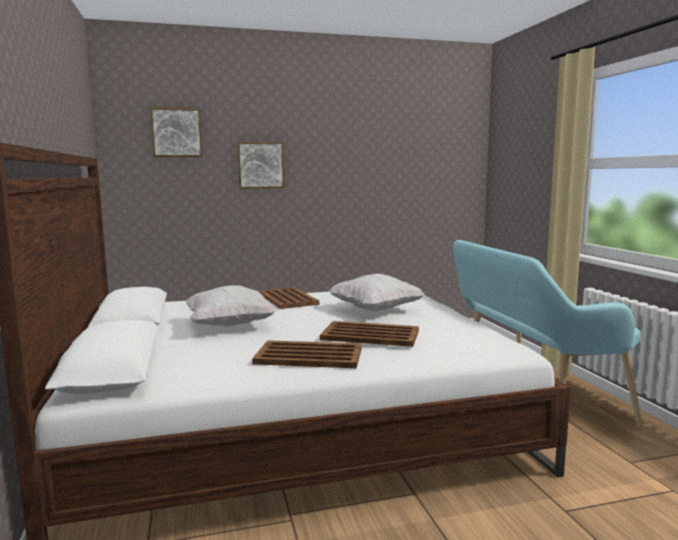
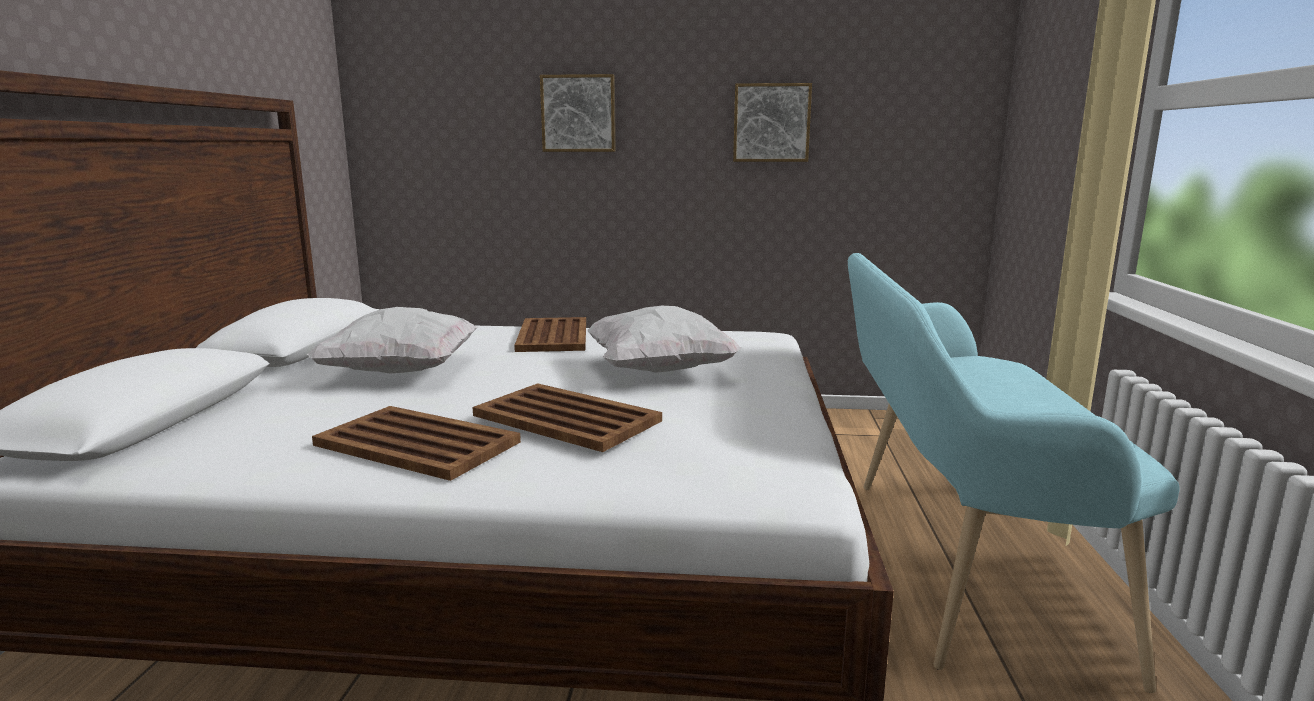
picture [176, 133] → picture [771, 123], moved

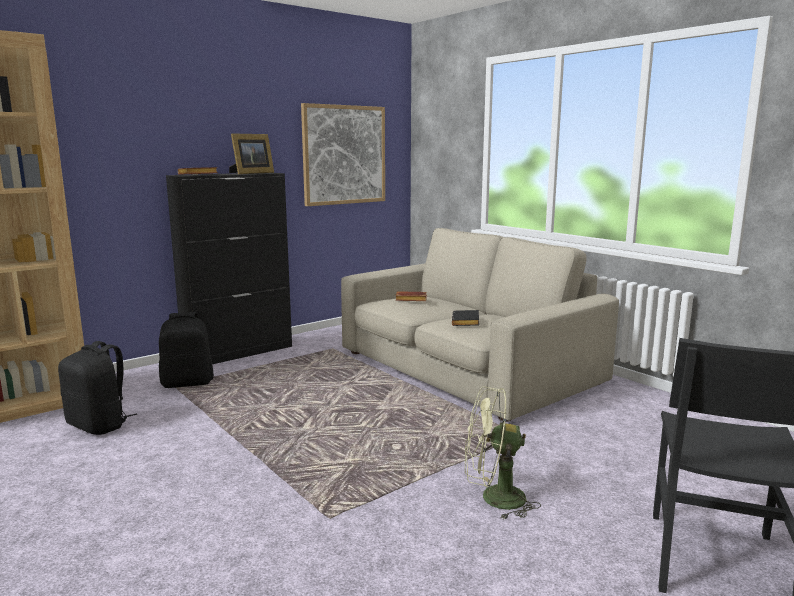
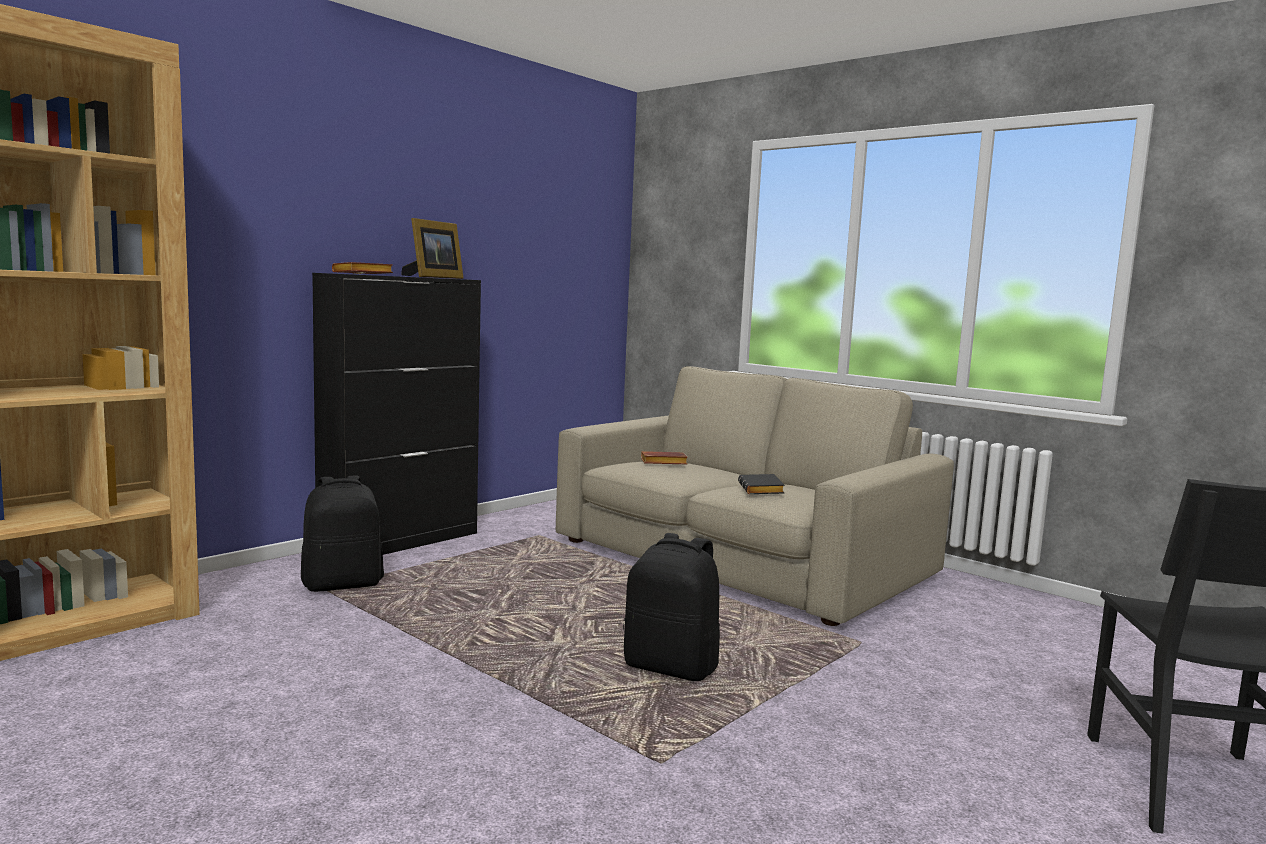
backpack in black [99, 425] → backpack in black [671, 667], moved
picture [344, 155] → -
fan in green [493, 499] → -

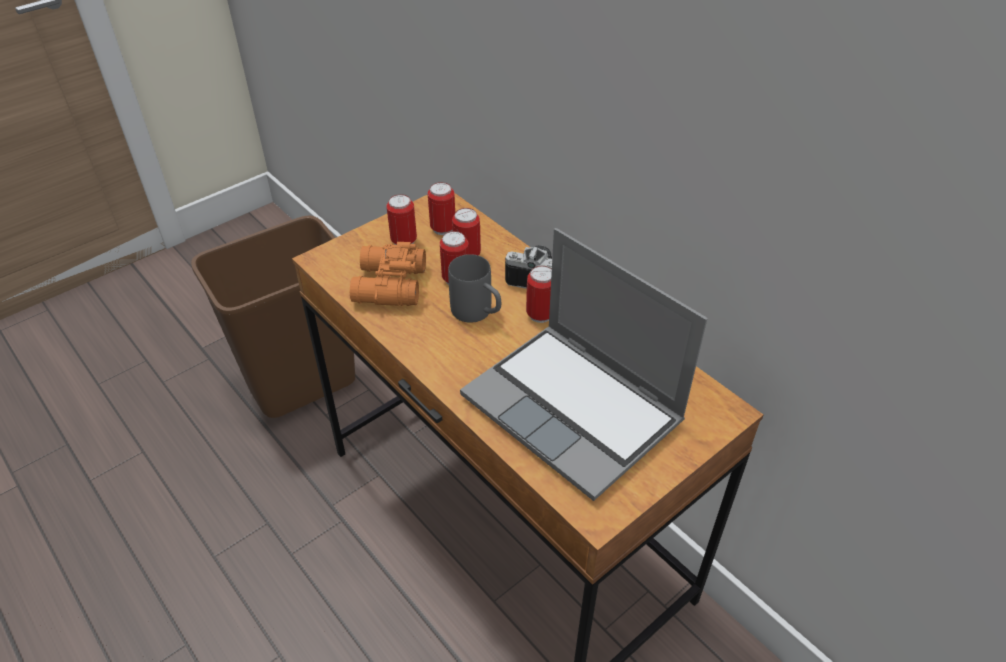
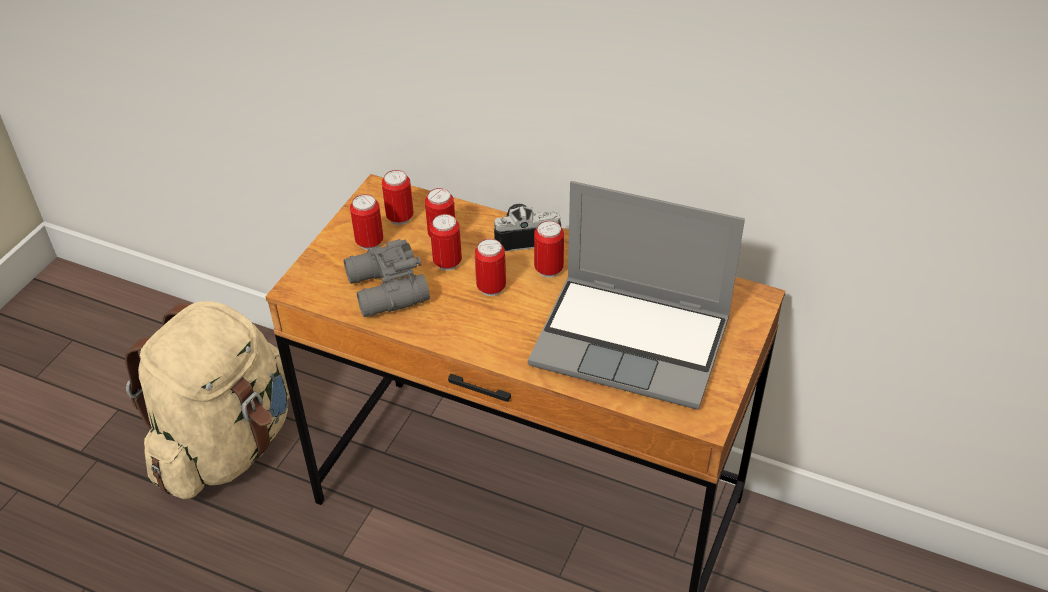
trash can in brown [302, 382] → backpack in beige [228, 444]
binoculars in orange [388, 286] → binoculars in grey [385, 291]
mug in grey [478, 314] → can [491, 288]

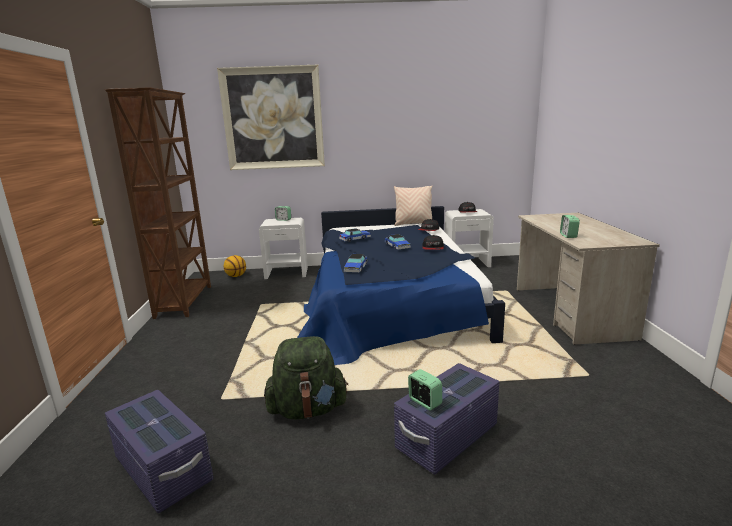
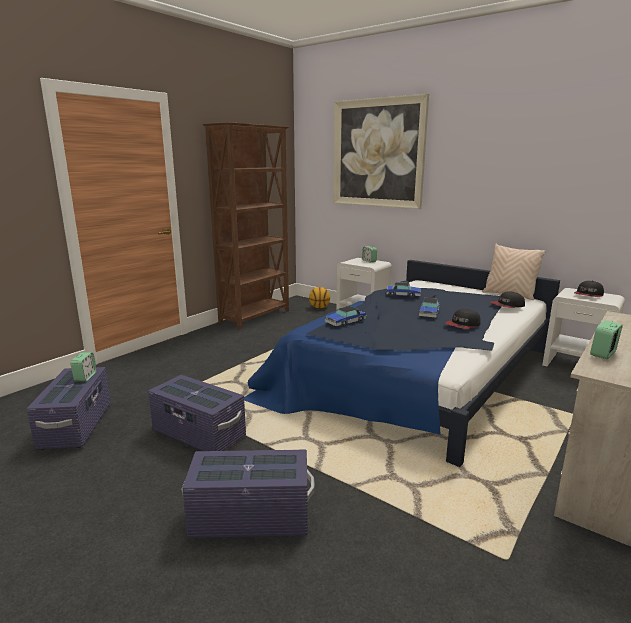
alarm clock [424, 402] → alarm clock [85, 377], moved
backpack in green [308, 410] → storage box in purple [199, 434]

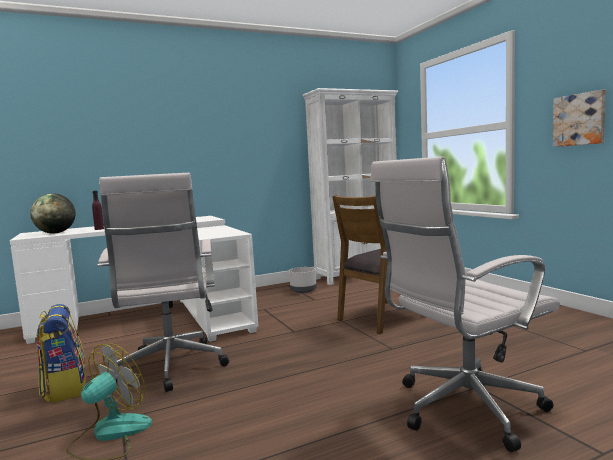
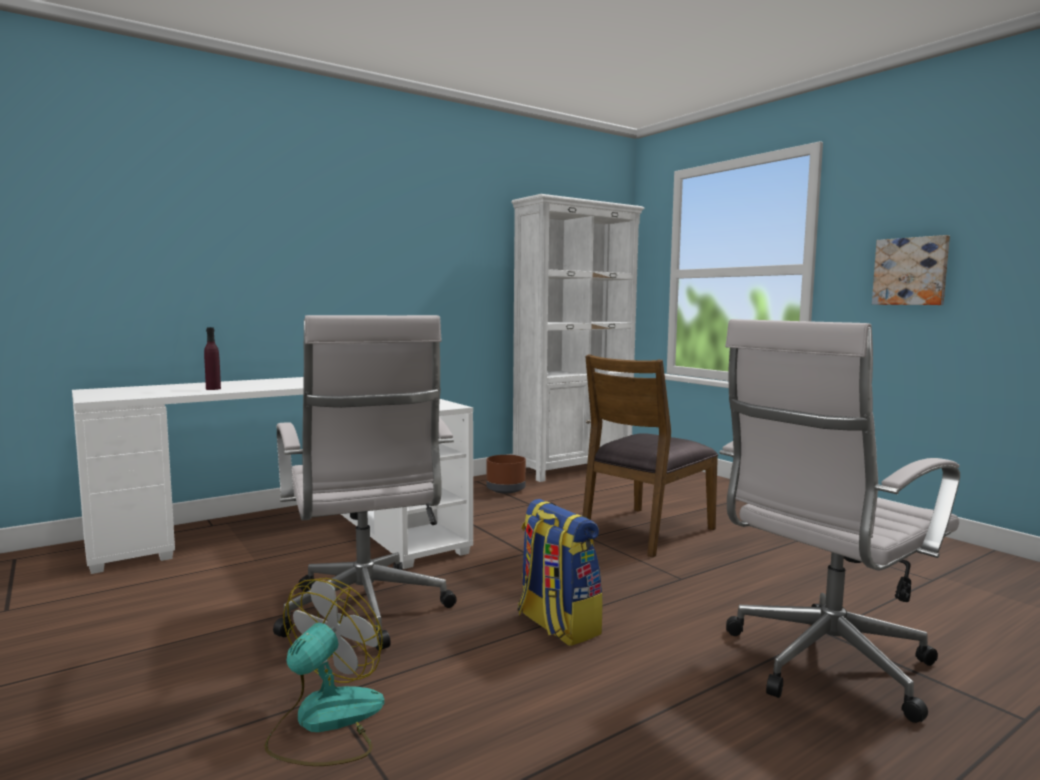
planter in grey [303, 290] → planter in brown [505, 490]
backpack [65, 388] → backpack [556, 625], moved
globe [56, 233] → -

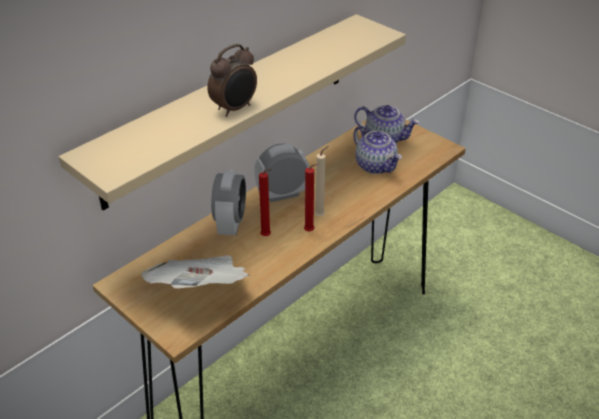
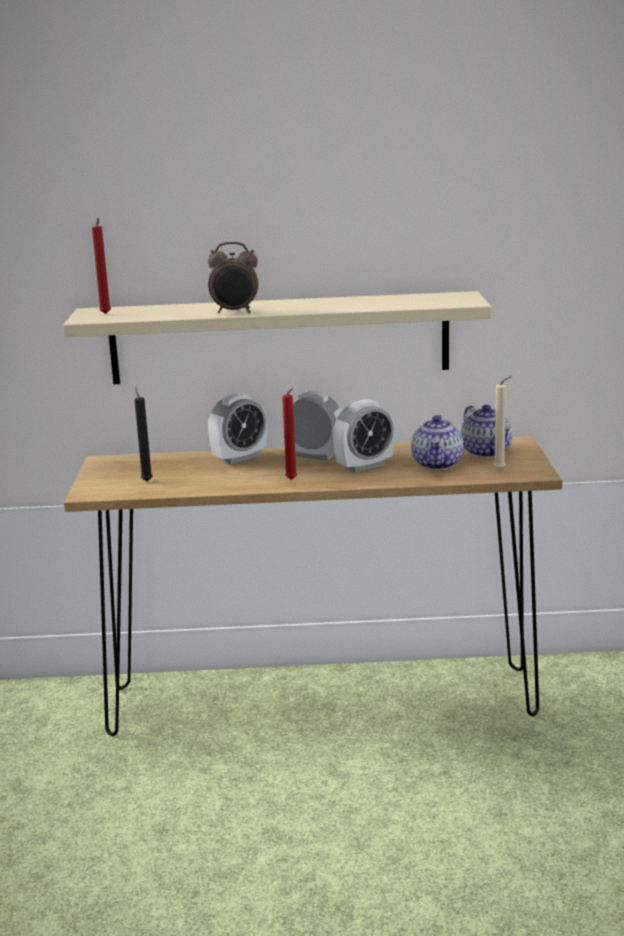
candle in red [267, 236] → candle in red [106, 314], moved
newspaper [201, 290] → candle in black [146, 481]
- → alarm clock [364, 466]
candle in beige [321, 216] → candle in beige [501, 469], moved

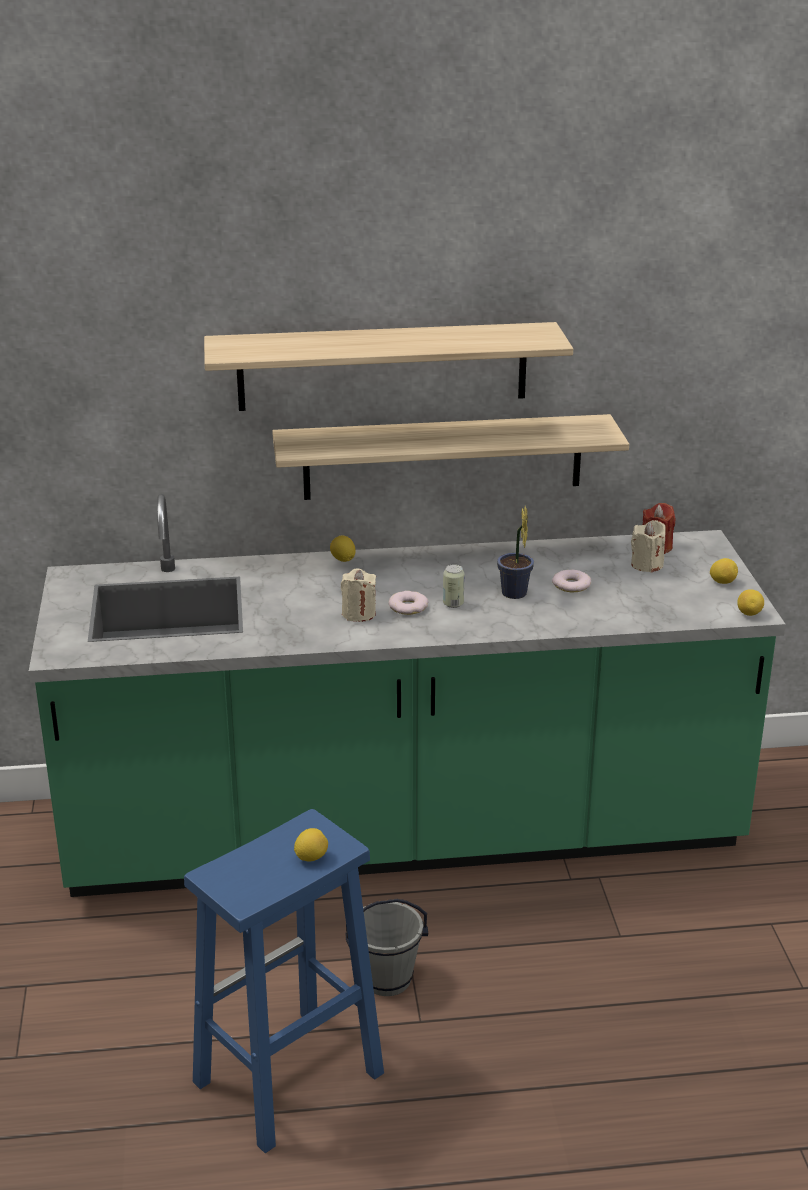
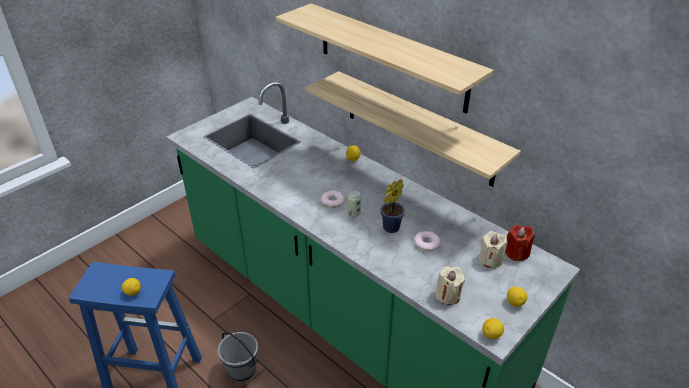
candle in beige [358, 614] → candle in beige [448, 295], moved

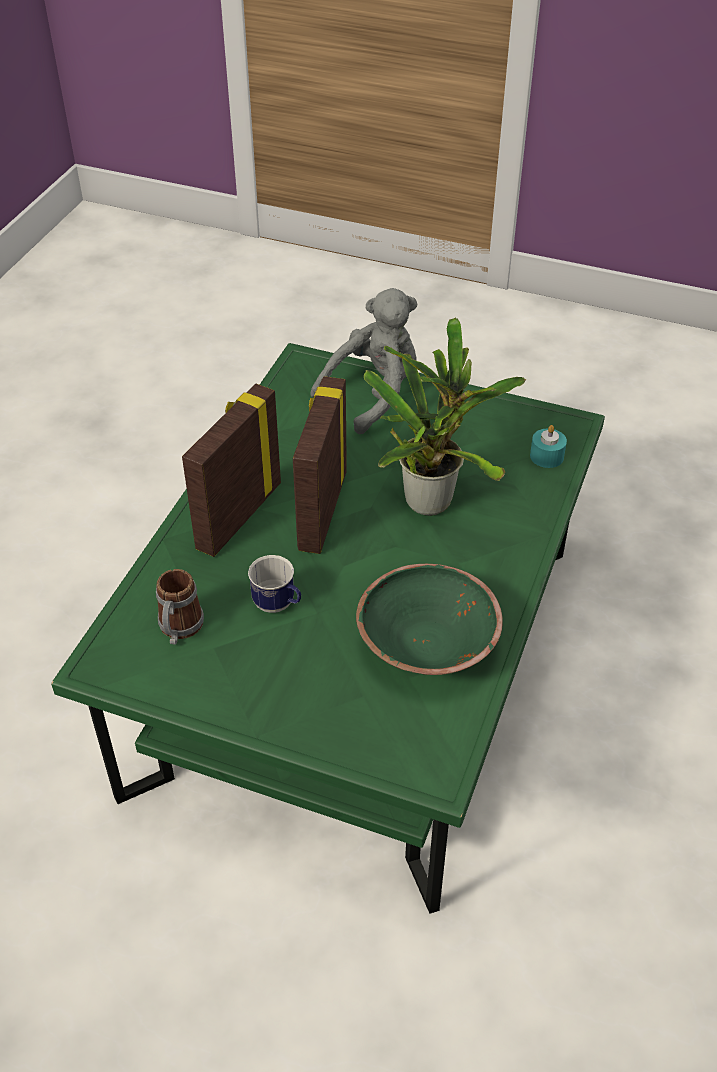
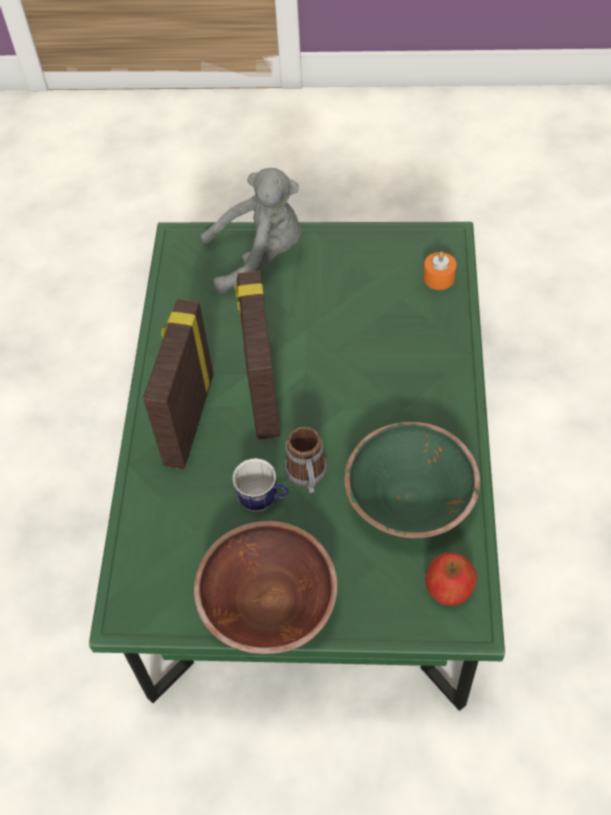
- → bowl in brown [268, 602]
plush toy in grey [373, 394] → plush toy in grey [260, 256], 45 degrees clockwise
mug [179, 630] → mug [308, 477], moved
candle in turquoise [546, 456] → candle in orange [438, 278]
- → apple [449, 587]
potted plant [431, 498] → -

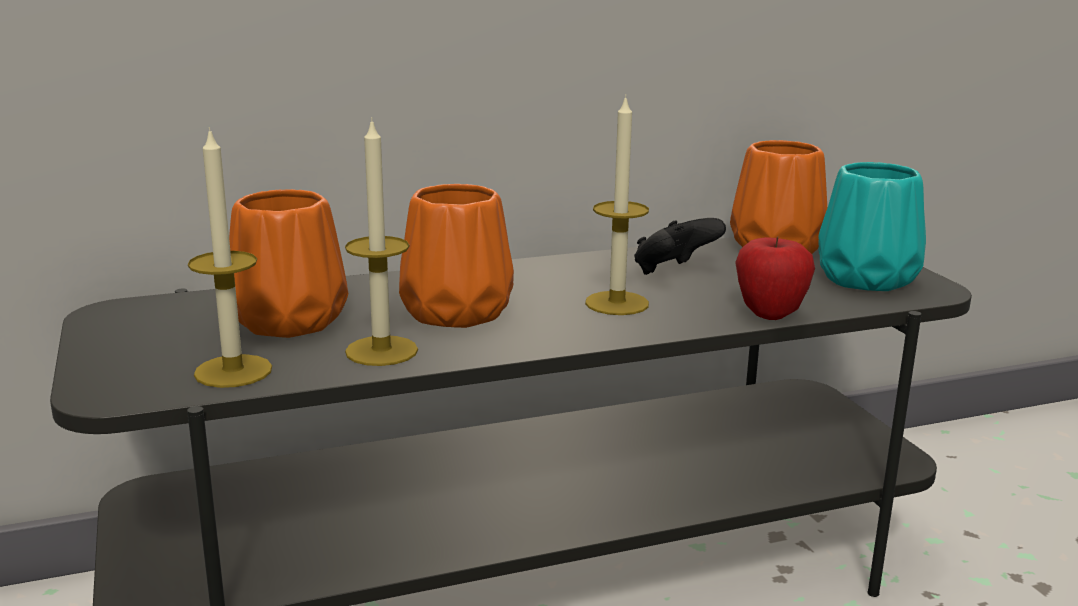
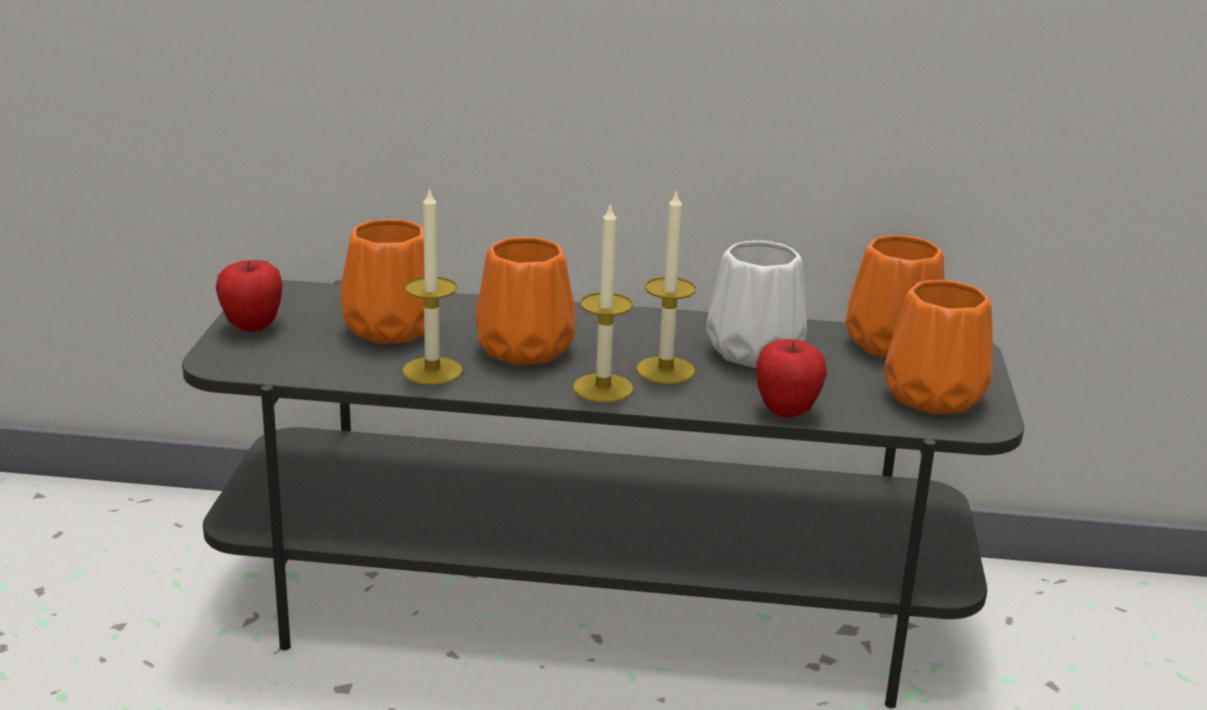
- → apple [252, 326]
candle [233, 371] → candle [603, 388], moved
game controller in black [673, 272] → vase in white [755, 350]
vase in turquoise [866, 279] → vase in orange [932, 397]

